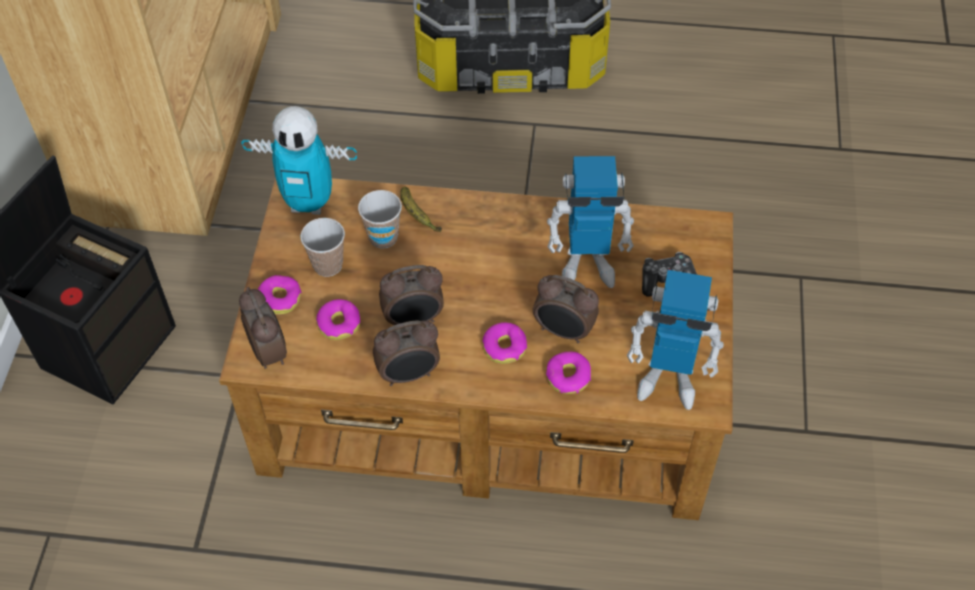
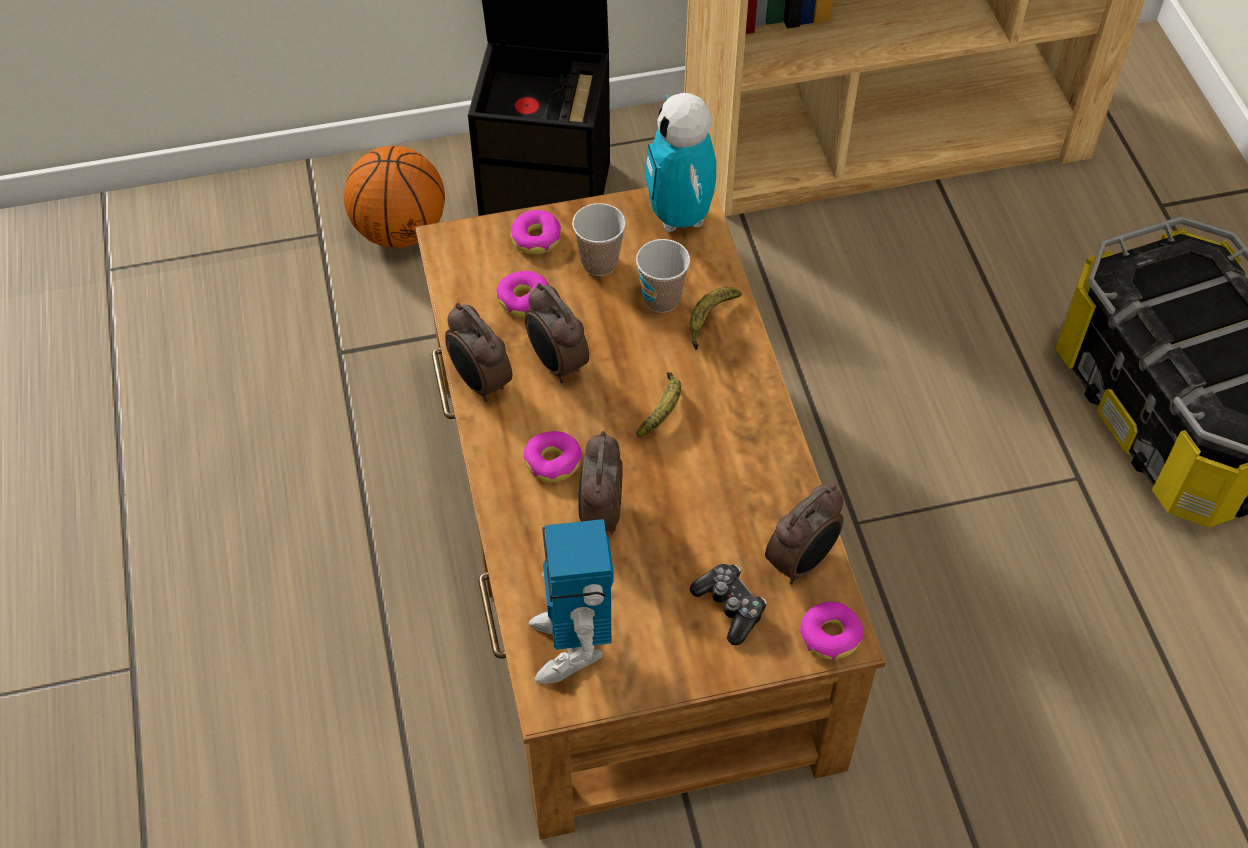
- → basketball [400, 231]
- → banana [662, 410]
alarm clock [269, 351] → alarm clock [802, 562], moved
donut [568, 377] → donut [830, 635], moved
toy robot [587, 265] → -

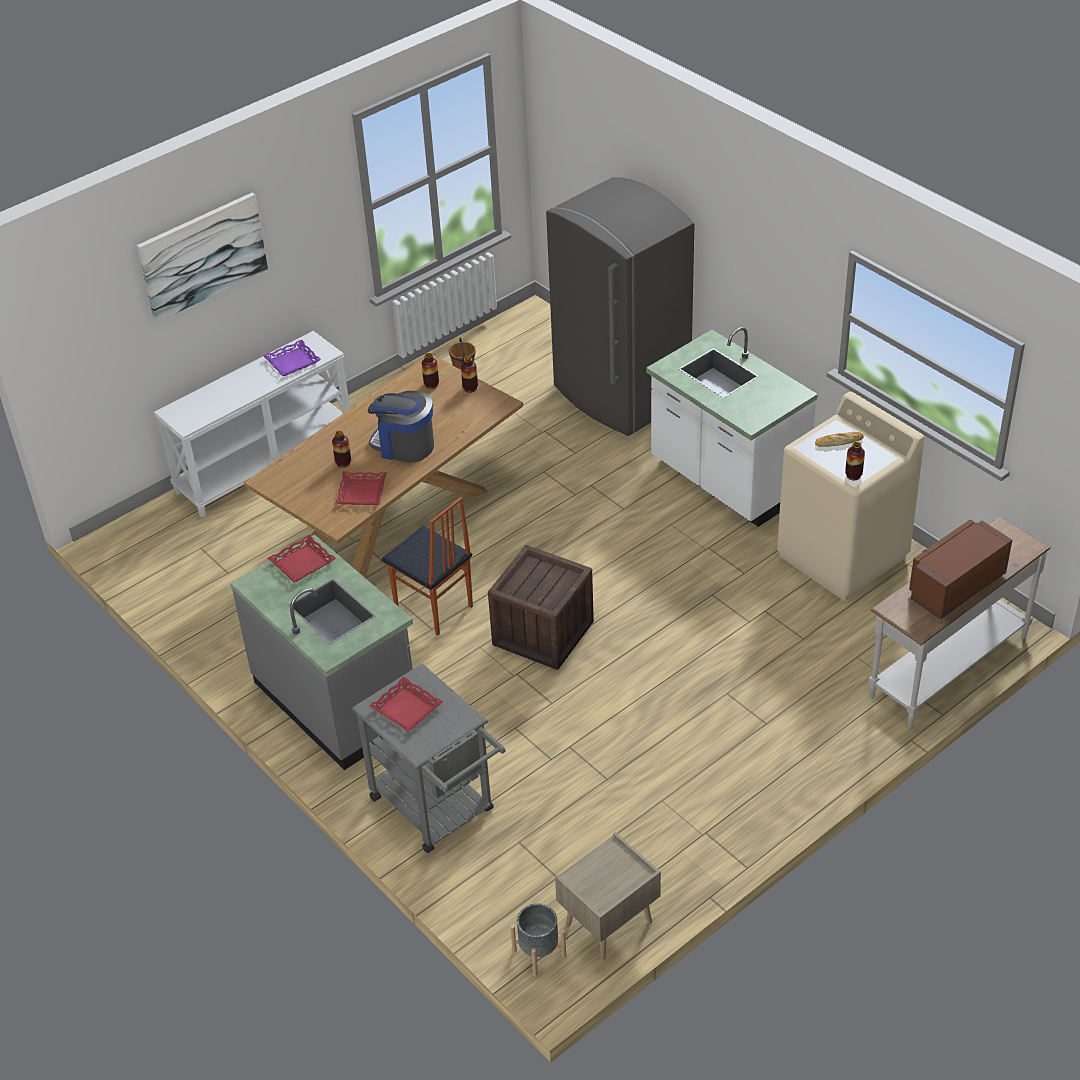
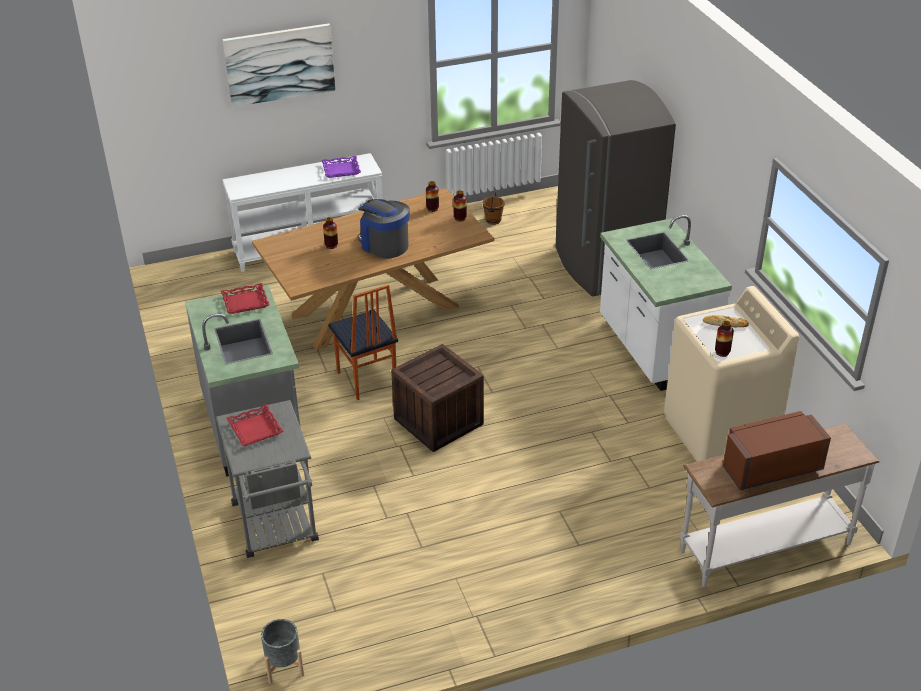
tray in red [362, 492] → -
nightstand in beige [608, 924] → -

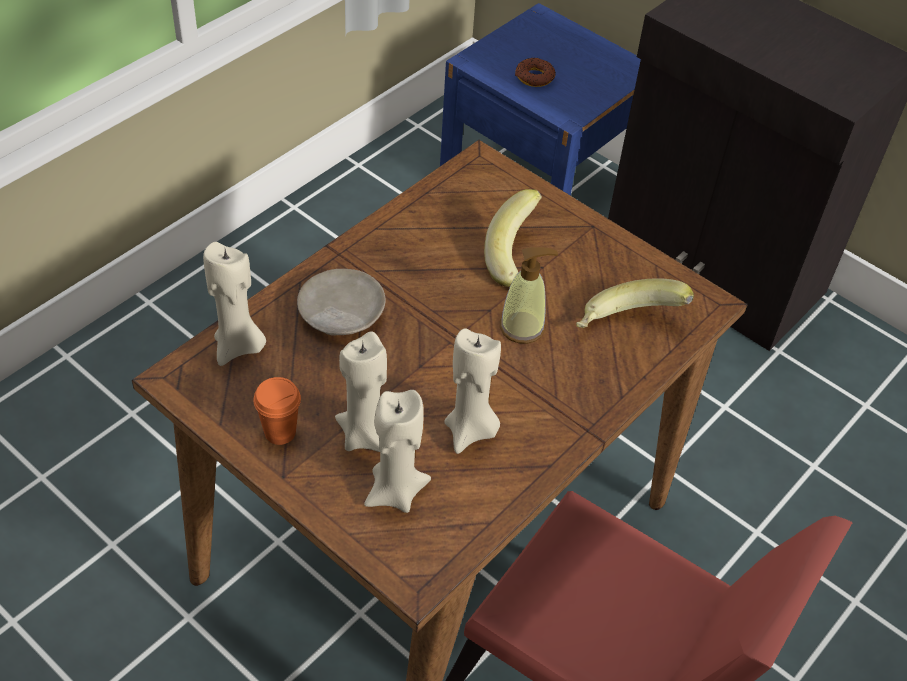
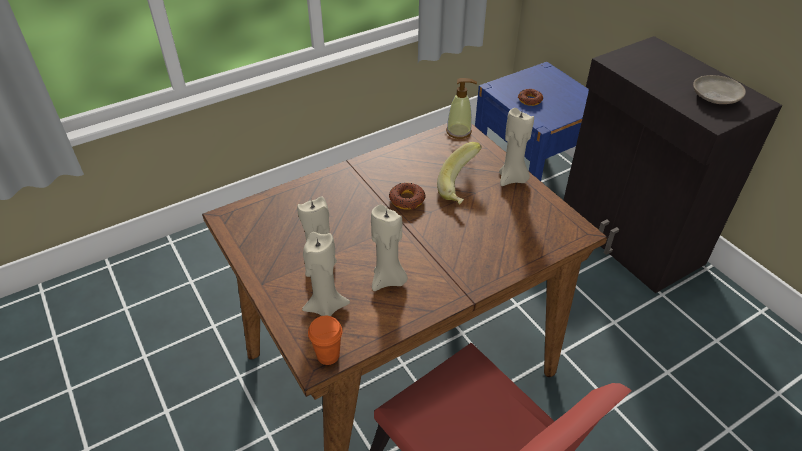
cup in orange [280, 432] → cup in orange [328, 355], moved
- → donut [407, 199]
soap dispenser [522, 327] → soap dispenser [459, 132], moved
candle in beige [239, 346] → candle in beige [512, 179], moved
plate in beige [340, 313] → plate in beige [715, 97], moved
banana [627, 327] → -

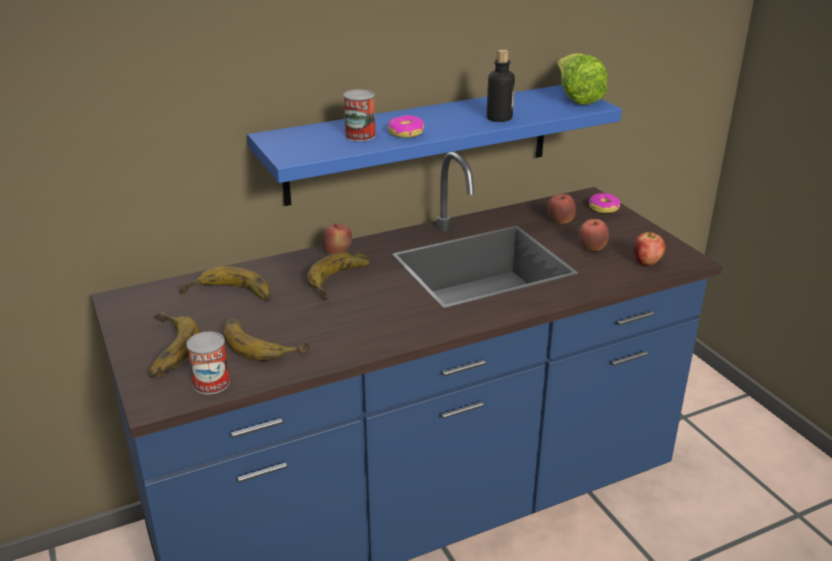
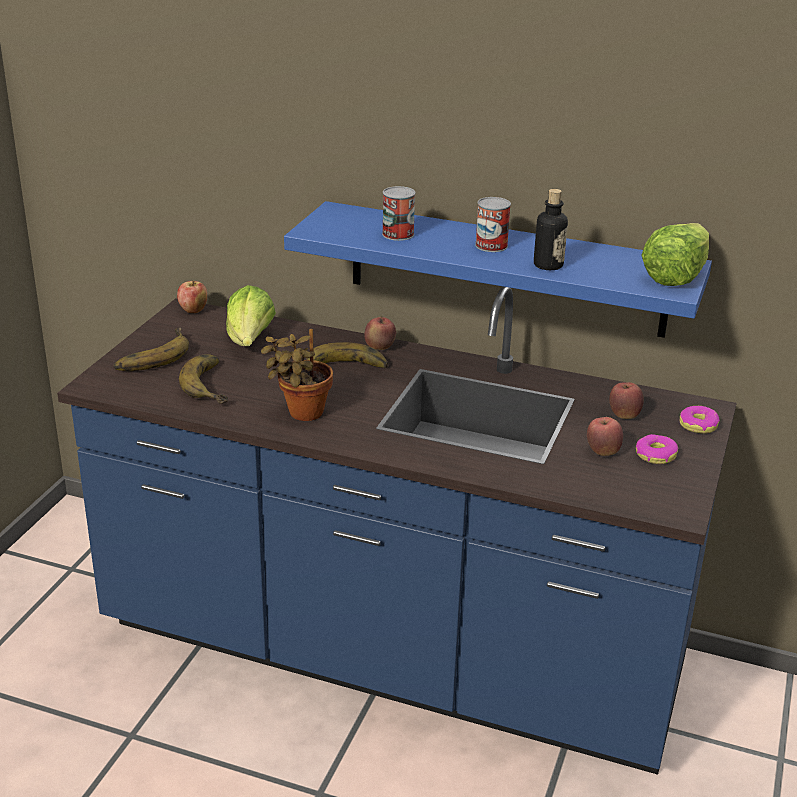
apple [646, 262] → apple [193, 310], moved
banana [228, 296] → lettuce [249, 341]
- → potted plant [302, 413]
can [211, 383] → can [491, 245], moved
donut [405, 133] → donut [655, 455], moved

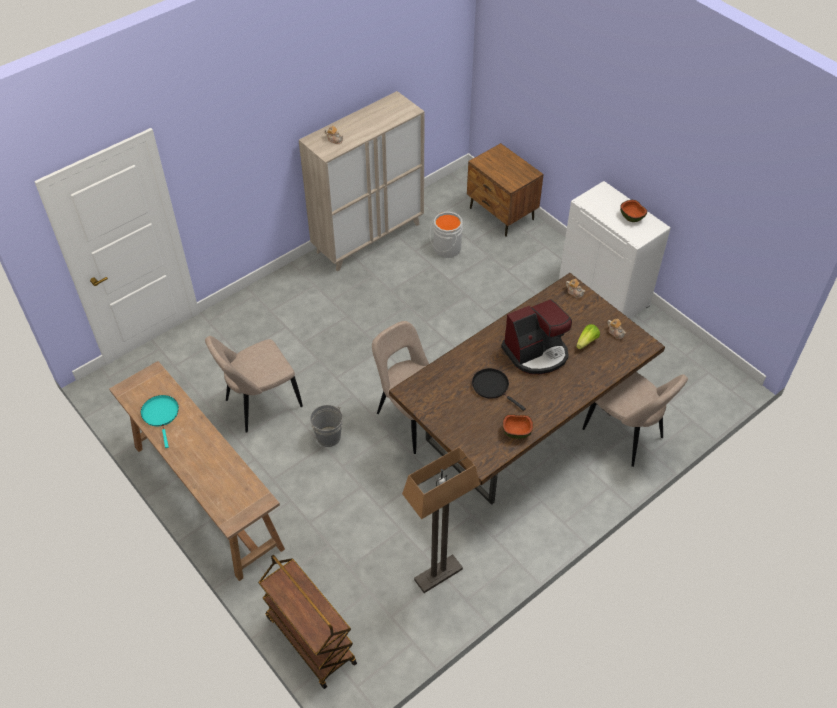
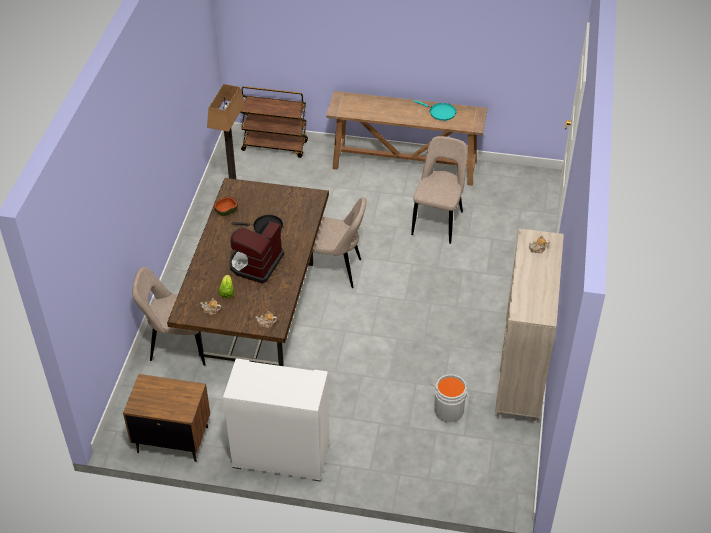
nightstand in brown [501, 214] → nightstand in brown [172, 439], moved
bucket in grey [328, 437] → -
bowl [632, 217] → -

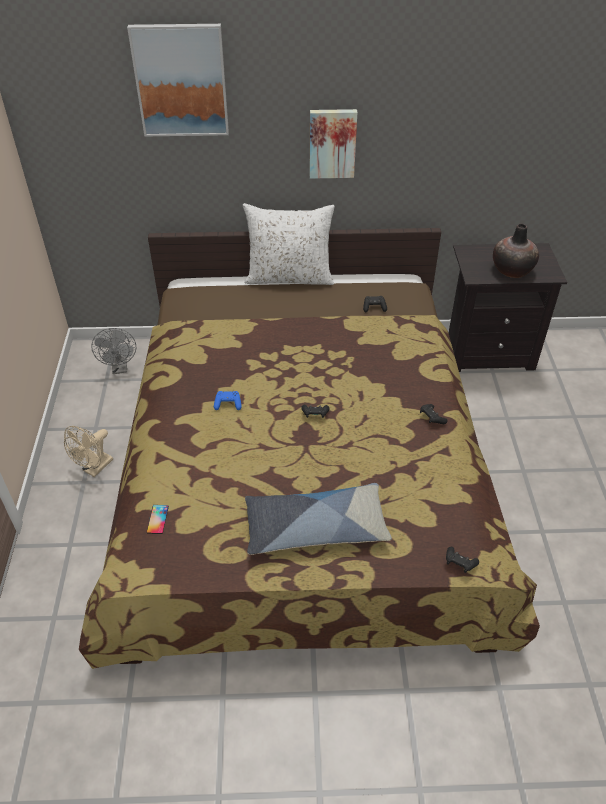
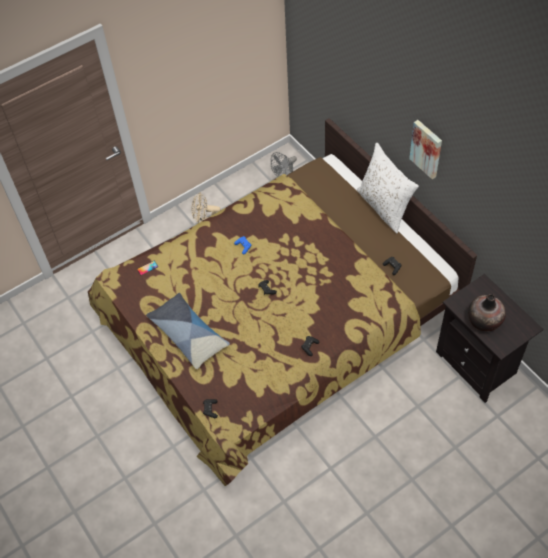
picture [181, 81] → -

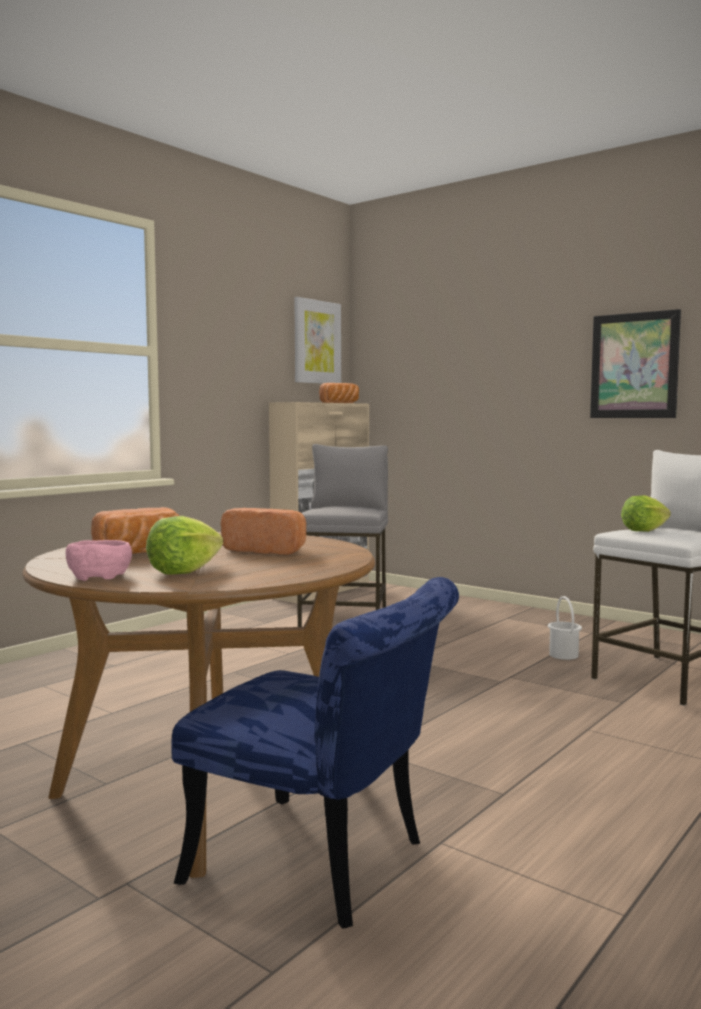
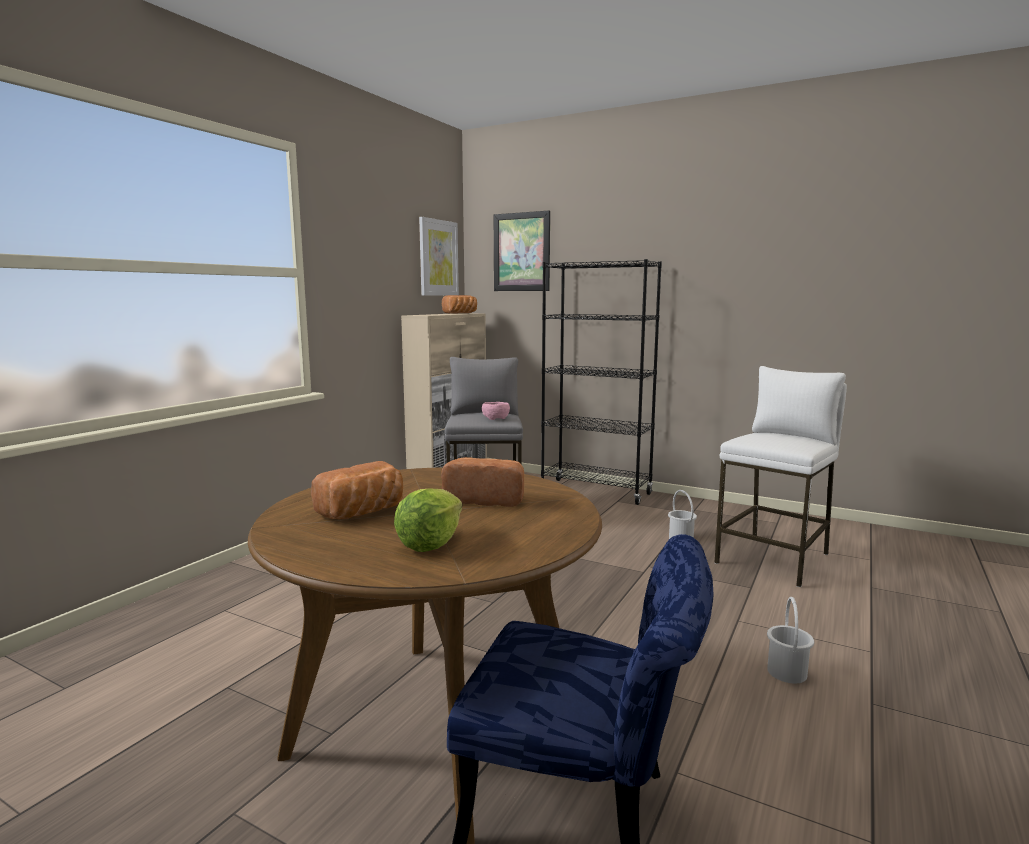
bowl in pink [99, 576] → bowl in pink [495, 418], moved
picture [634, 365] → picture [521, 252], moved
- → bookcase in black [596, 492]
- → bucket in white [787, 672]
lettuce [644, 530] → -

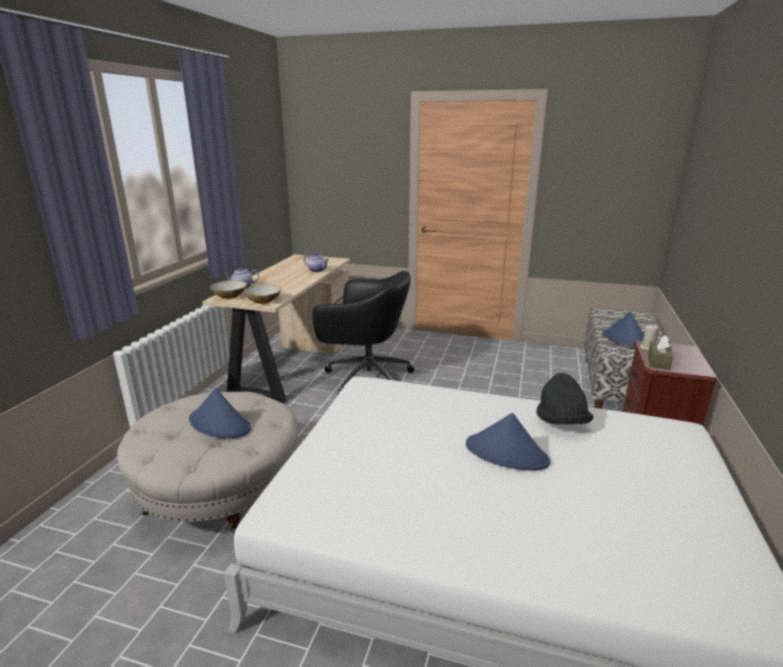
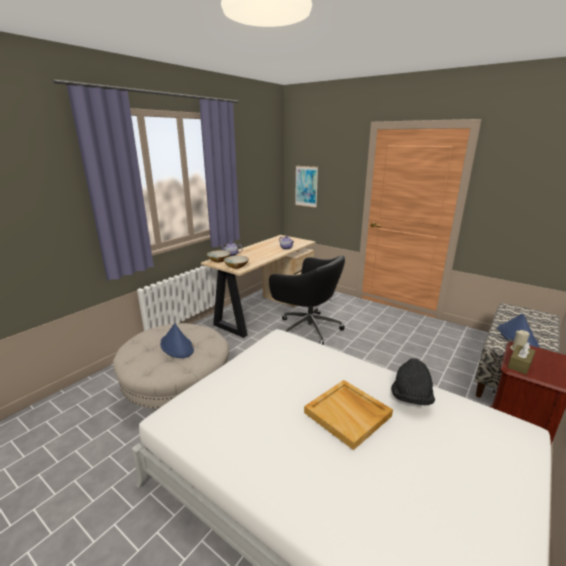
- → picture [306, 186]
hat in blue [507, 453] → tray in beige [348, 414]

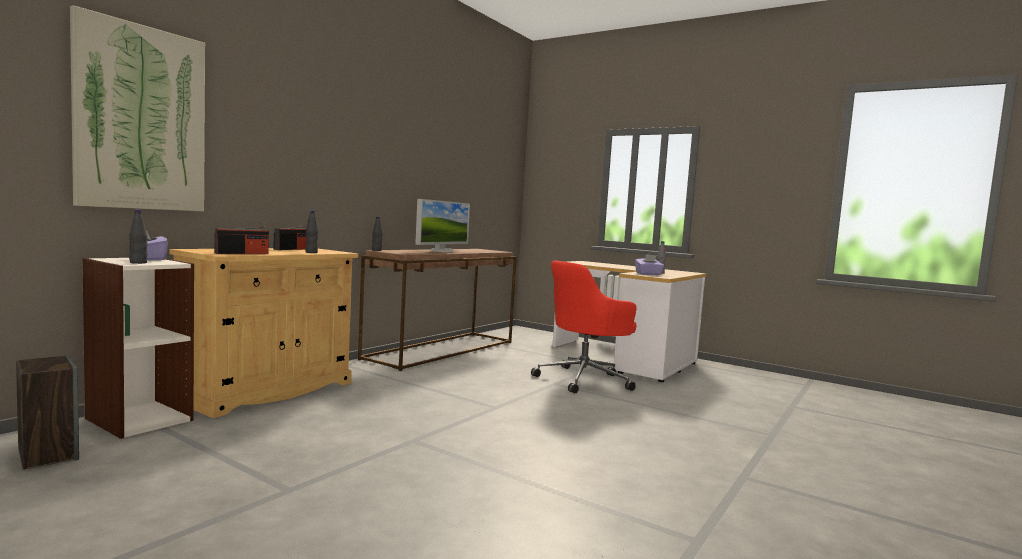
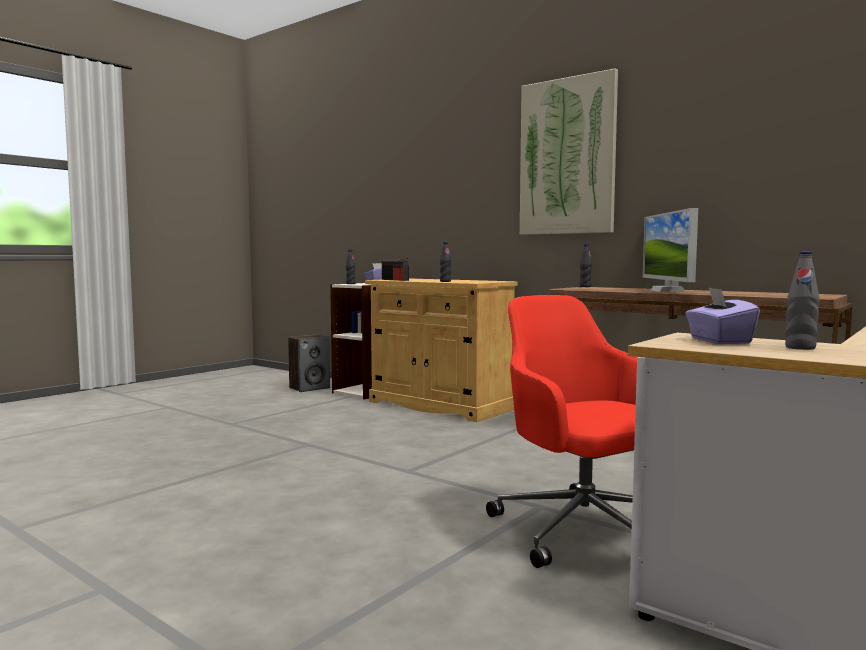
picture [141, 119] → picture [567, 157], moved
monitor [442, 251] → monitor [667, 291], 60 degrees clockwise
radio [293, 249] → -

